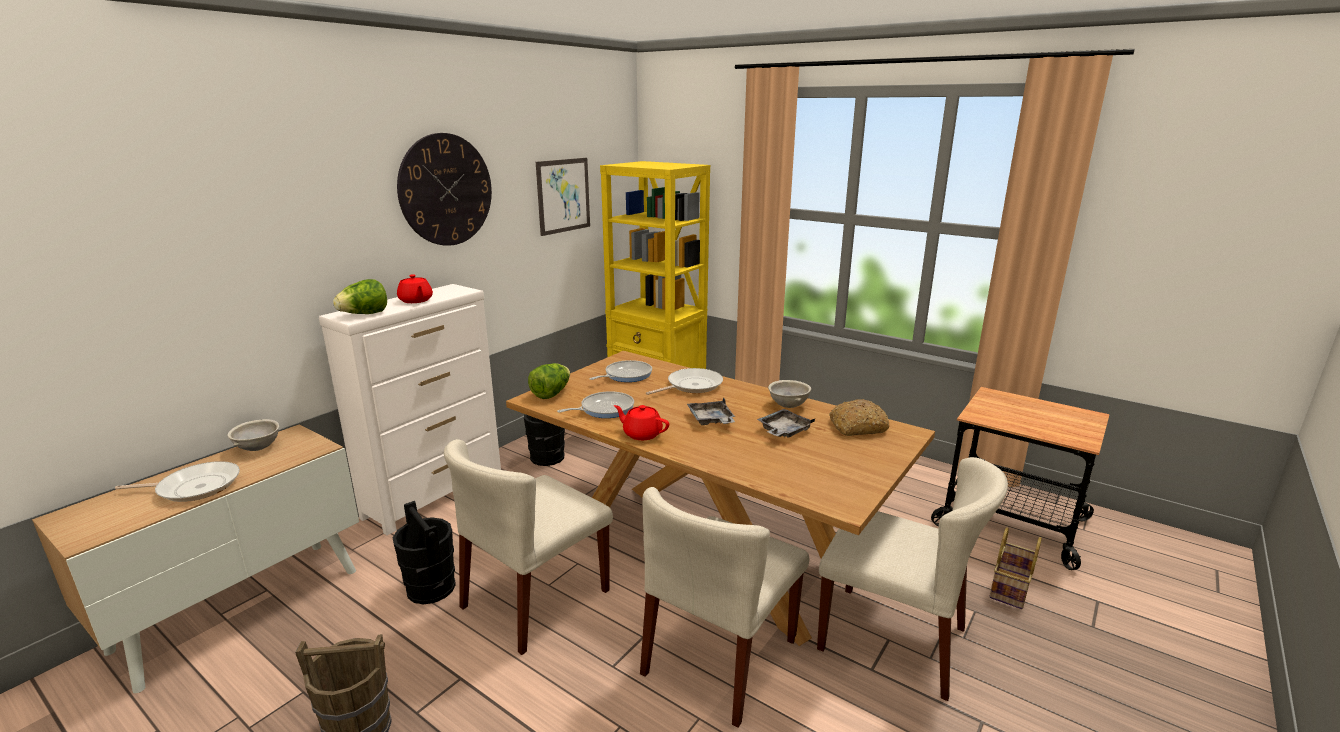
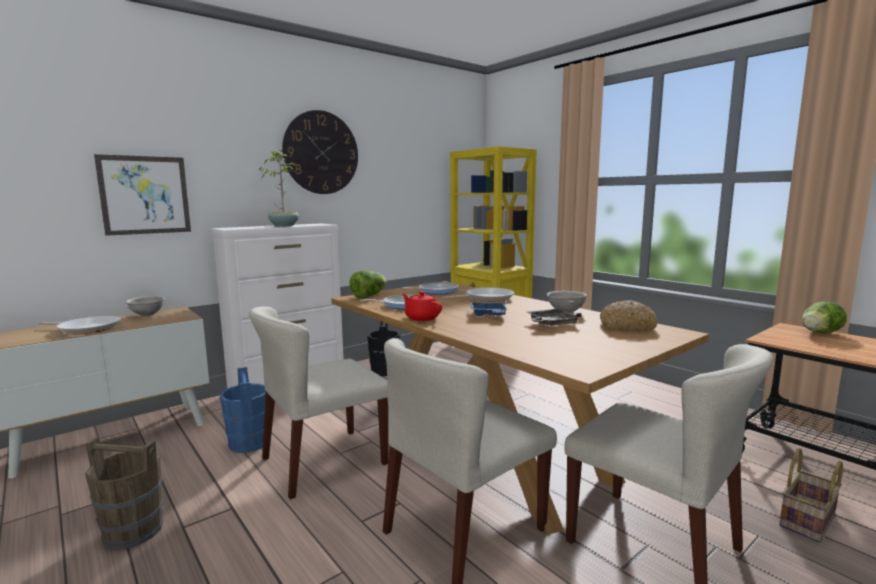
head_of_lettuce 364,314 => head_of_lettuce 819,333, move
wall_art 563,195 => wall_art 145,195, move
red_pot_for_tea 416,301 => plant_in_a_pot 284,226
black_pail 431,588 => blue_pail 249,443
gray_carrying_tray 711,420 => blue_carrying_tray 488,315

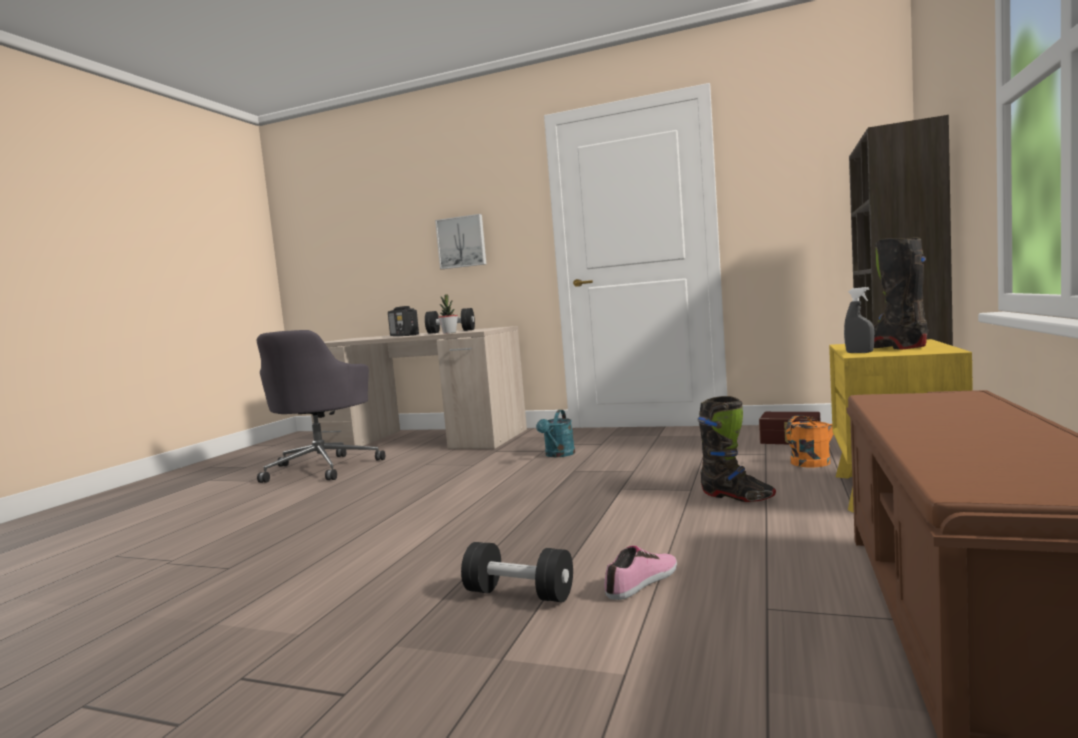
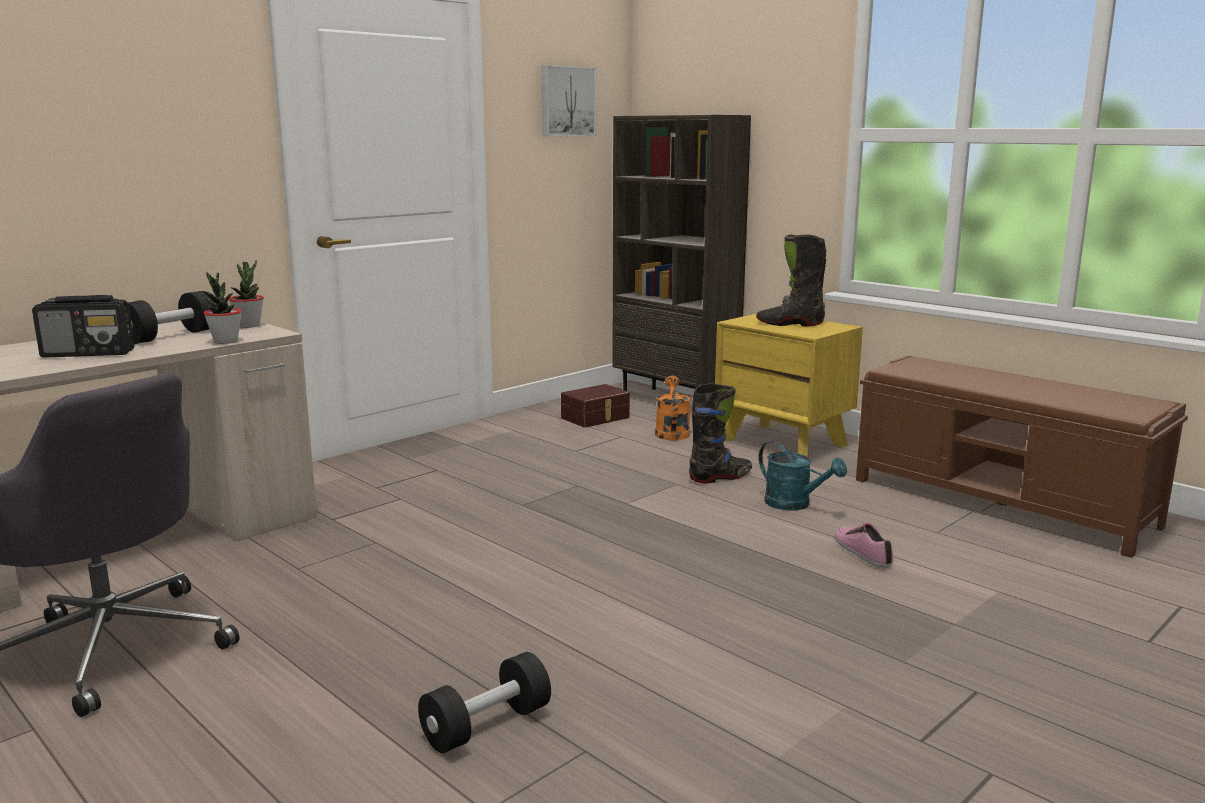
gray_sprayer 859,352 => nothing
nothing => plant_in_a_pot 249,326
wall_art 462,242 => wall_art 566,101, move
black_free_weight 519,594 => black_free_weight 486,726, move
blue-green_watering_pot 558,455 => blue-green_watering_pot 795,504, move

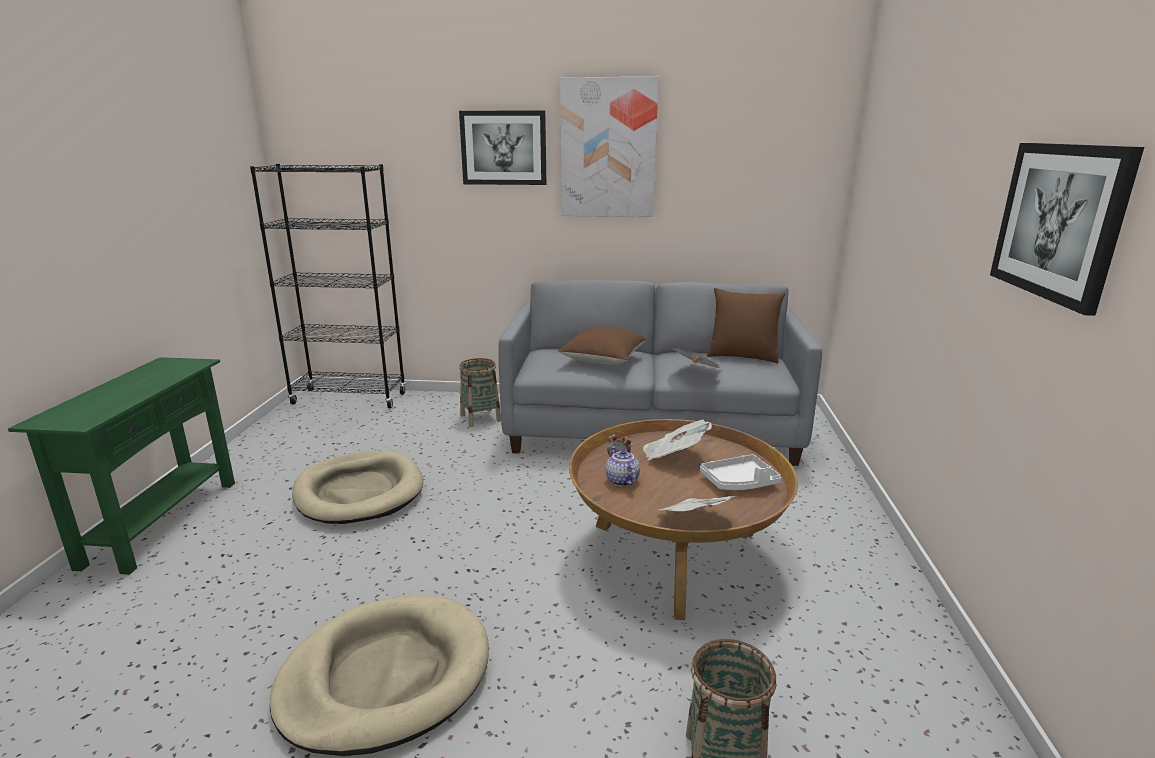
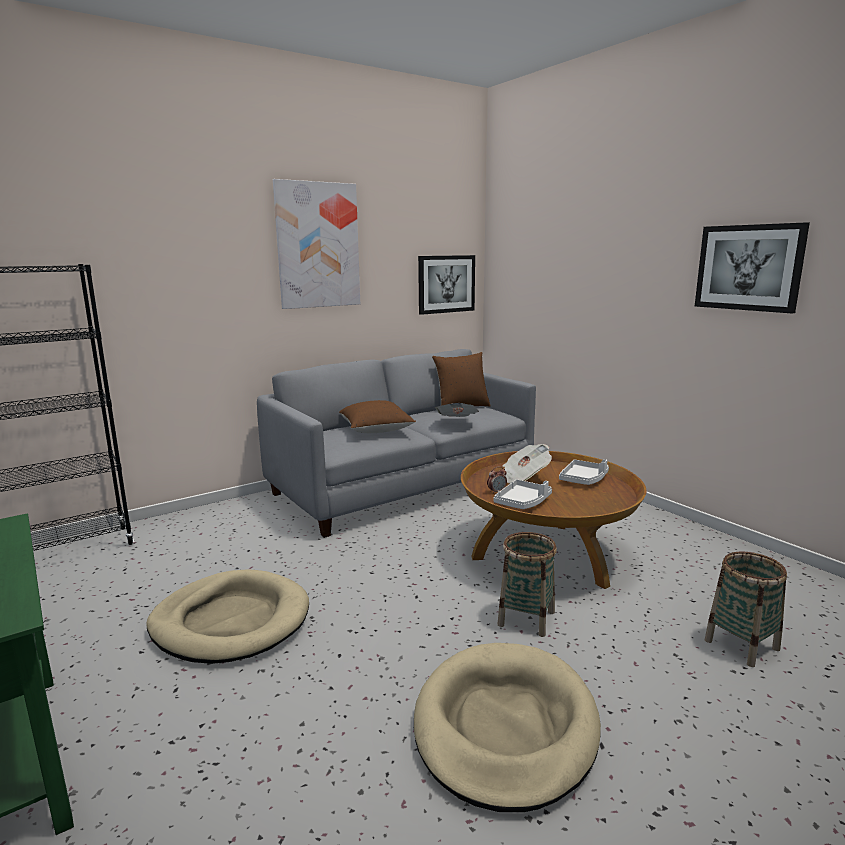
daily_paper 695,521 => nothing
wall_art 503,148 => wall_art 446,284, move
basket 480,418 => basket 526,618, move
pot_for_tea 621,480 => white_carrying_tray 523,502

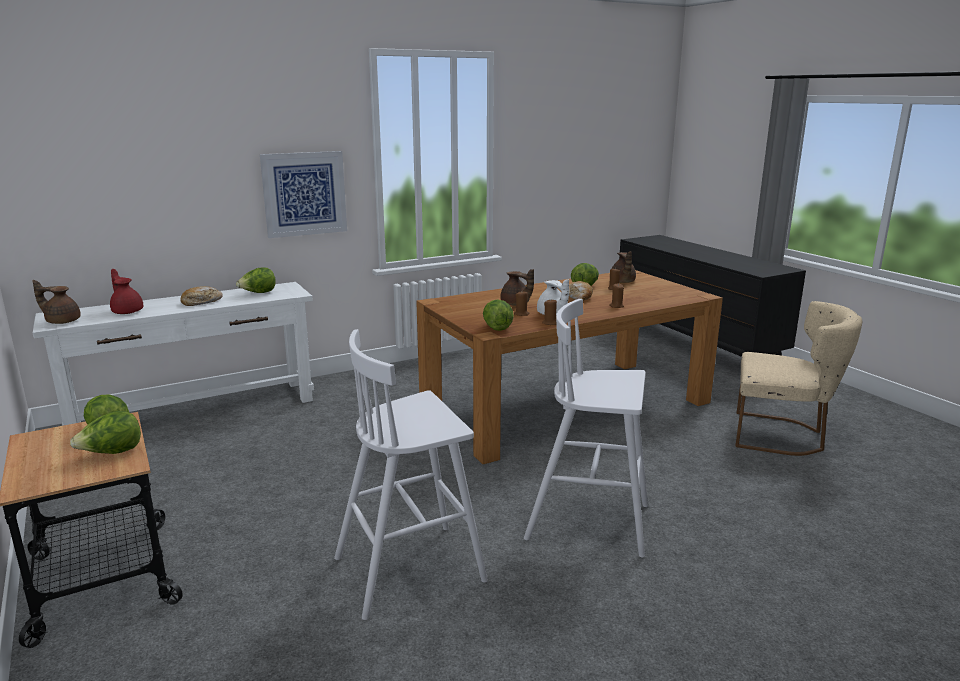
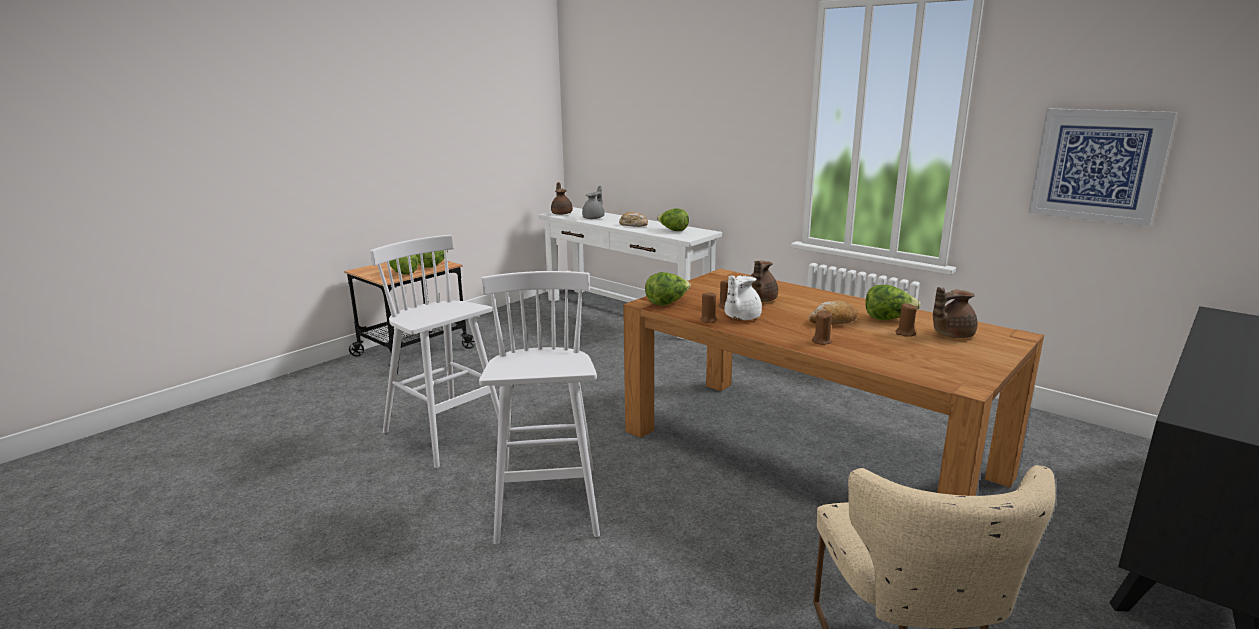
wall_art 304,194 => wall_art 1098,165, move
red_pot_for_tea 127,311 => gray_pot_for_tea 594,218

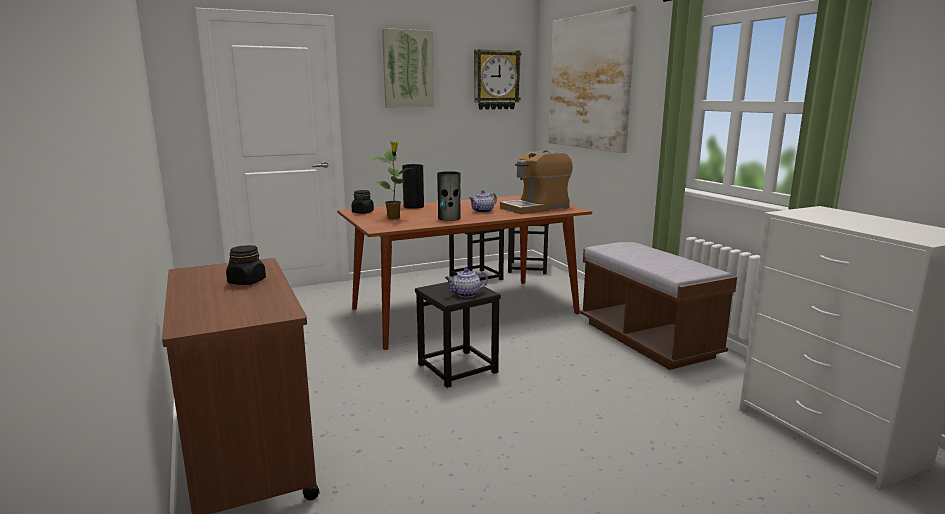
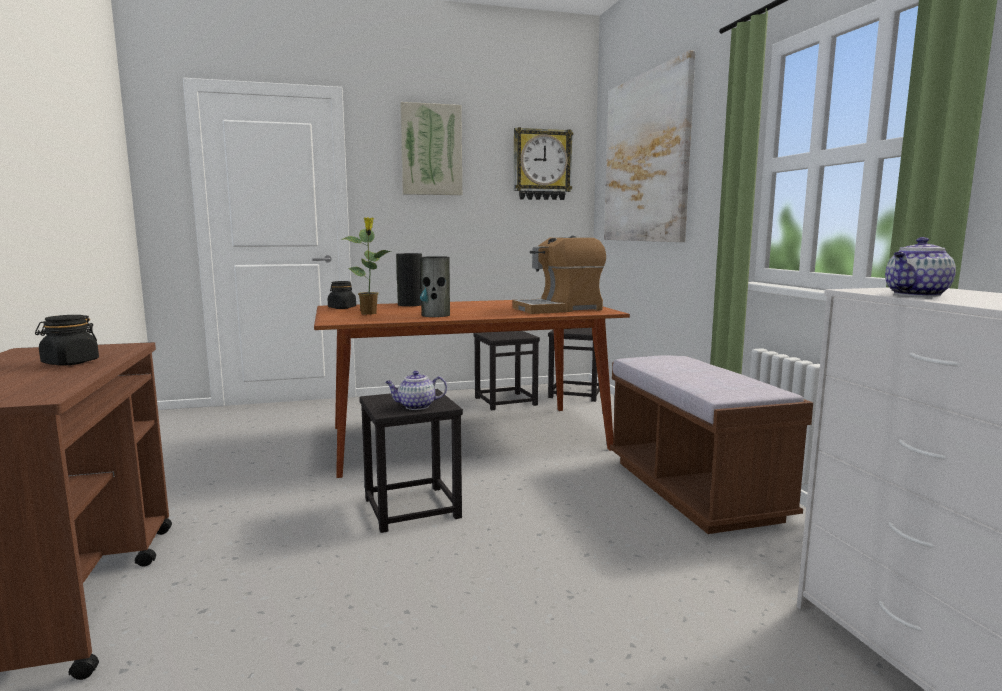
pot_for_tea 482,211 => pot_for_tea 916,295, move

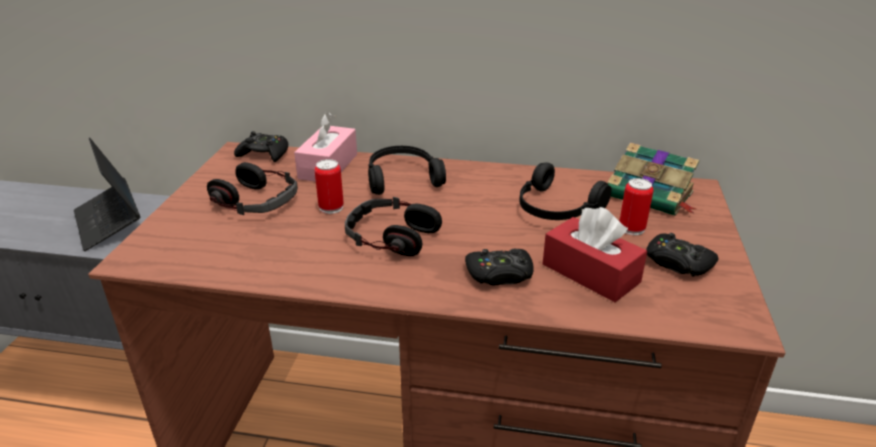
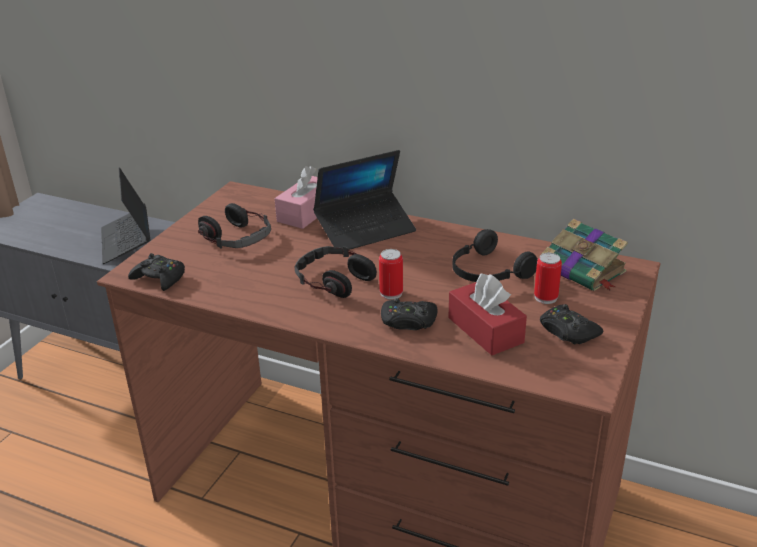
black_joypad 264,154 => black_joypad 159,278, move
sealed_can 331,207 => sealed_can 391,293, move
black_headphones 402,178 => portable_computer 365,230

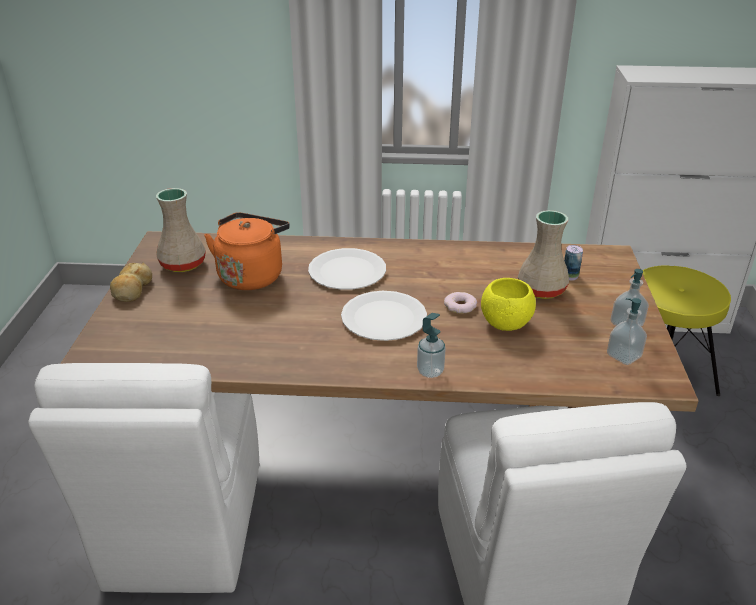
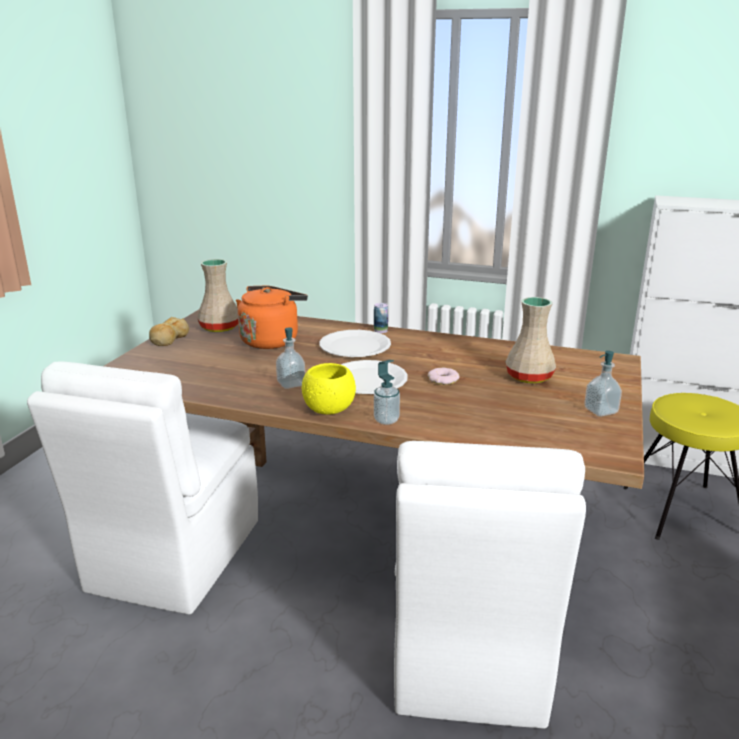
yellow_serving_bowl 506,323 => yellow_serving_bowl 329,409, move
sealed_can 570,276 => sealed_can 380,330, move
soap_dispenser 623,356 => soap_dispenser 291,384, move

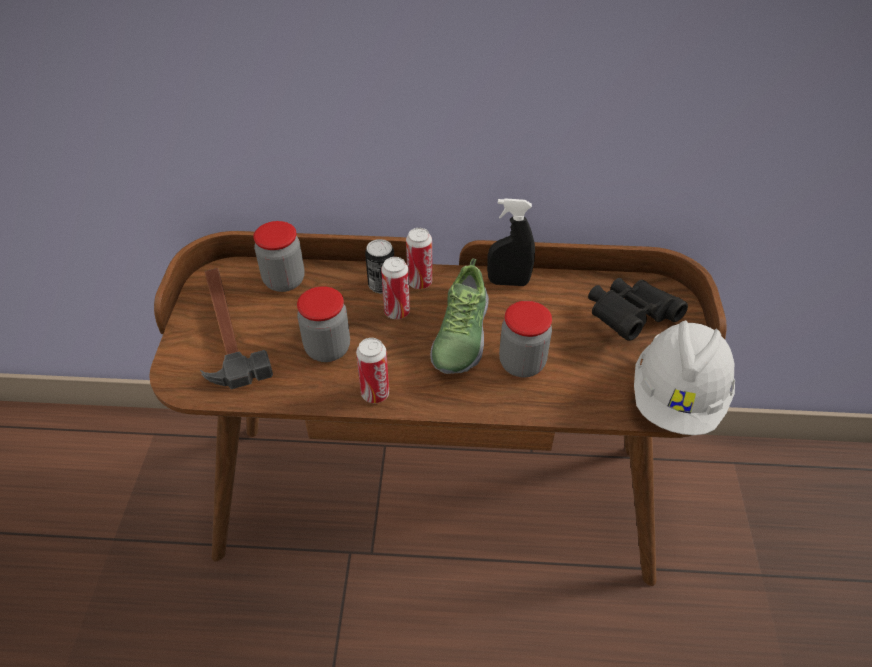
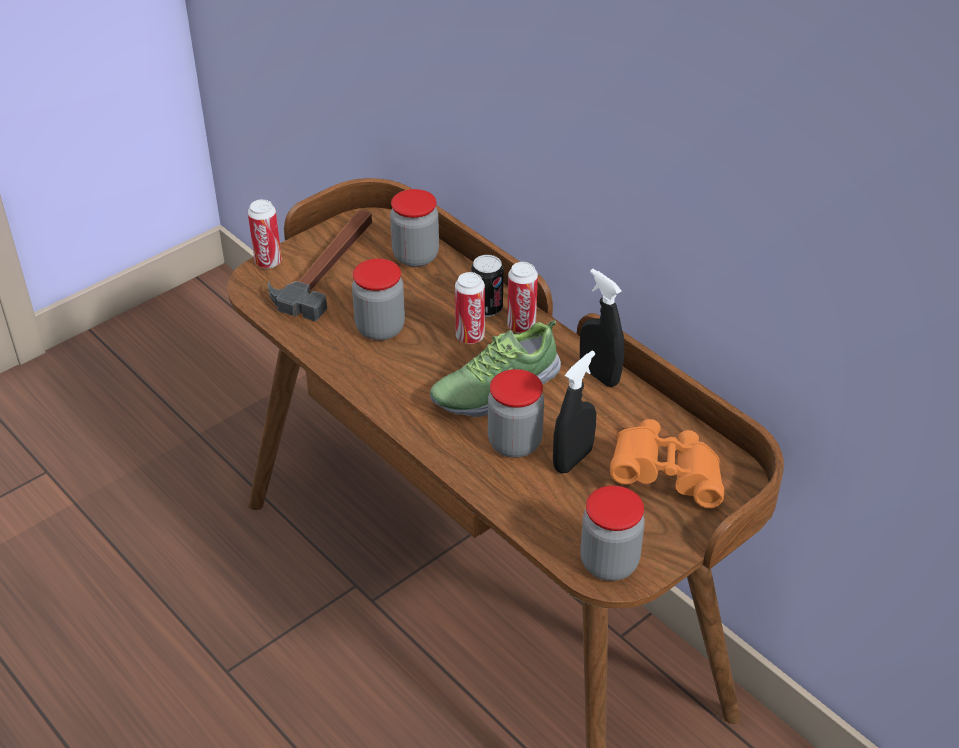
nothing => black_sprayer 572,459
sealed_can 375,394 => sealed_can 268,262, move
white_work_helmet 677,398 => jar 609,563
black_field_glasses 629,318 => orange_field_glasses 666,477

